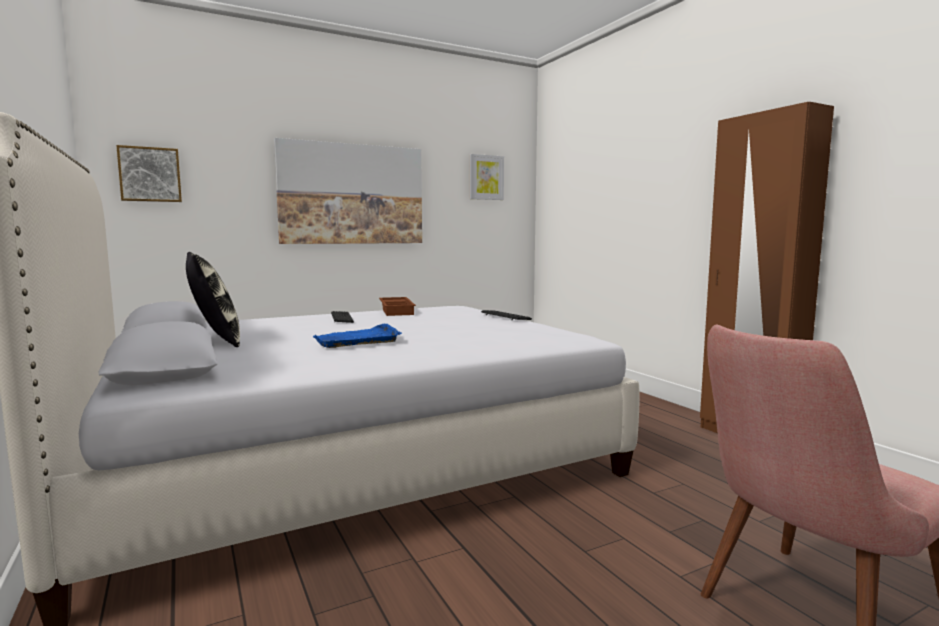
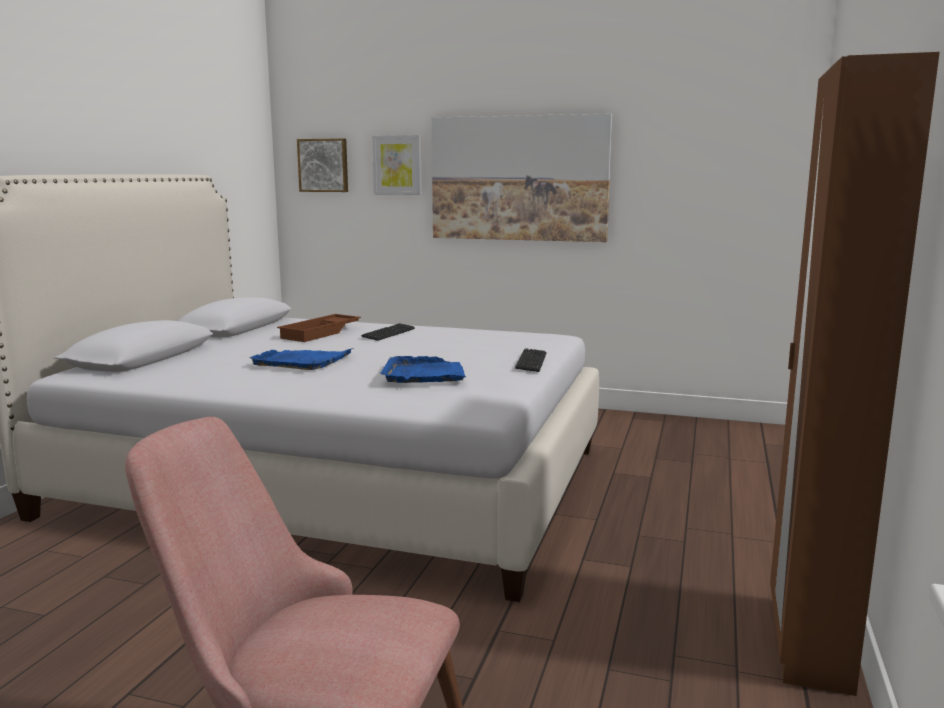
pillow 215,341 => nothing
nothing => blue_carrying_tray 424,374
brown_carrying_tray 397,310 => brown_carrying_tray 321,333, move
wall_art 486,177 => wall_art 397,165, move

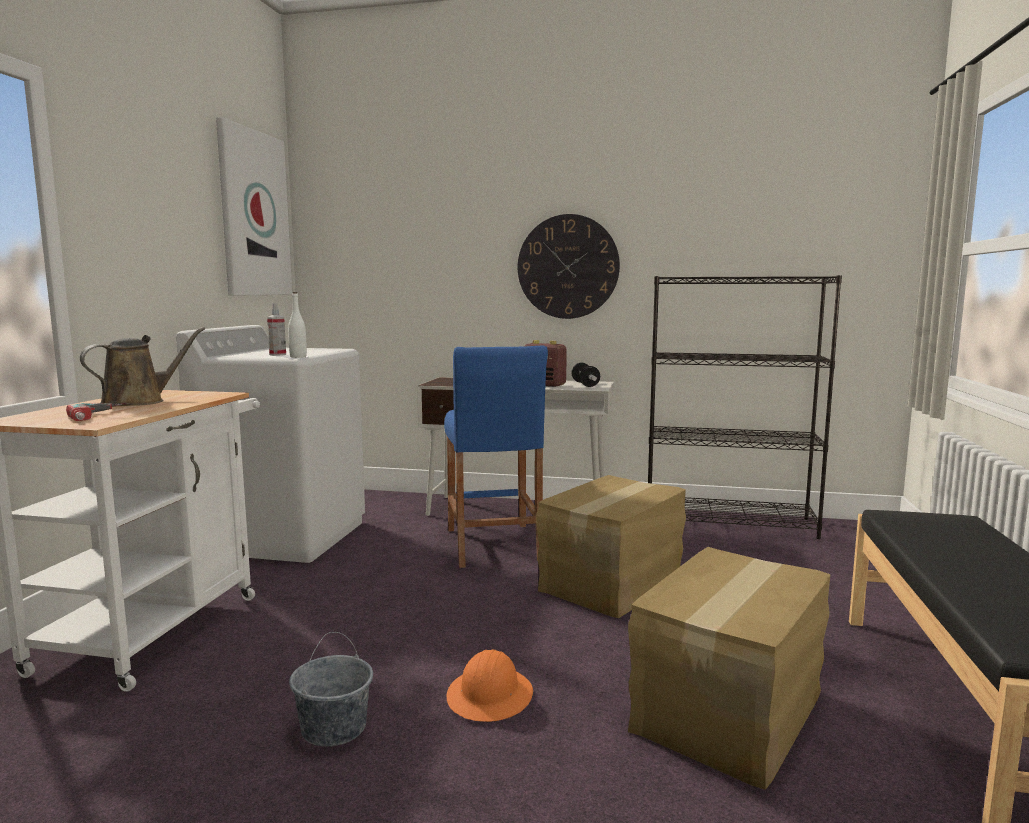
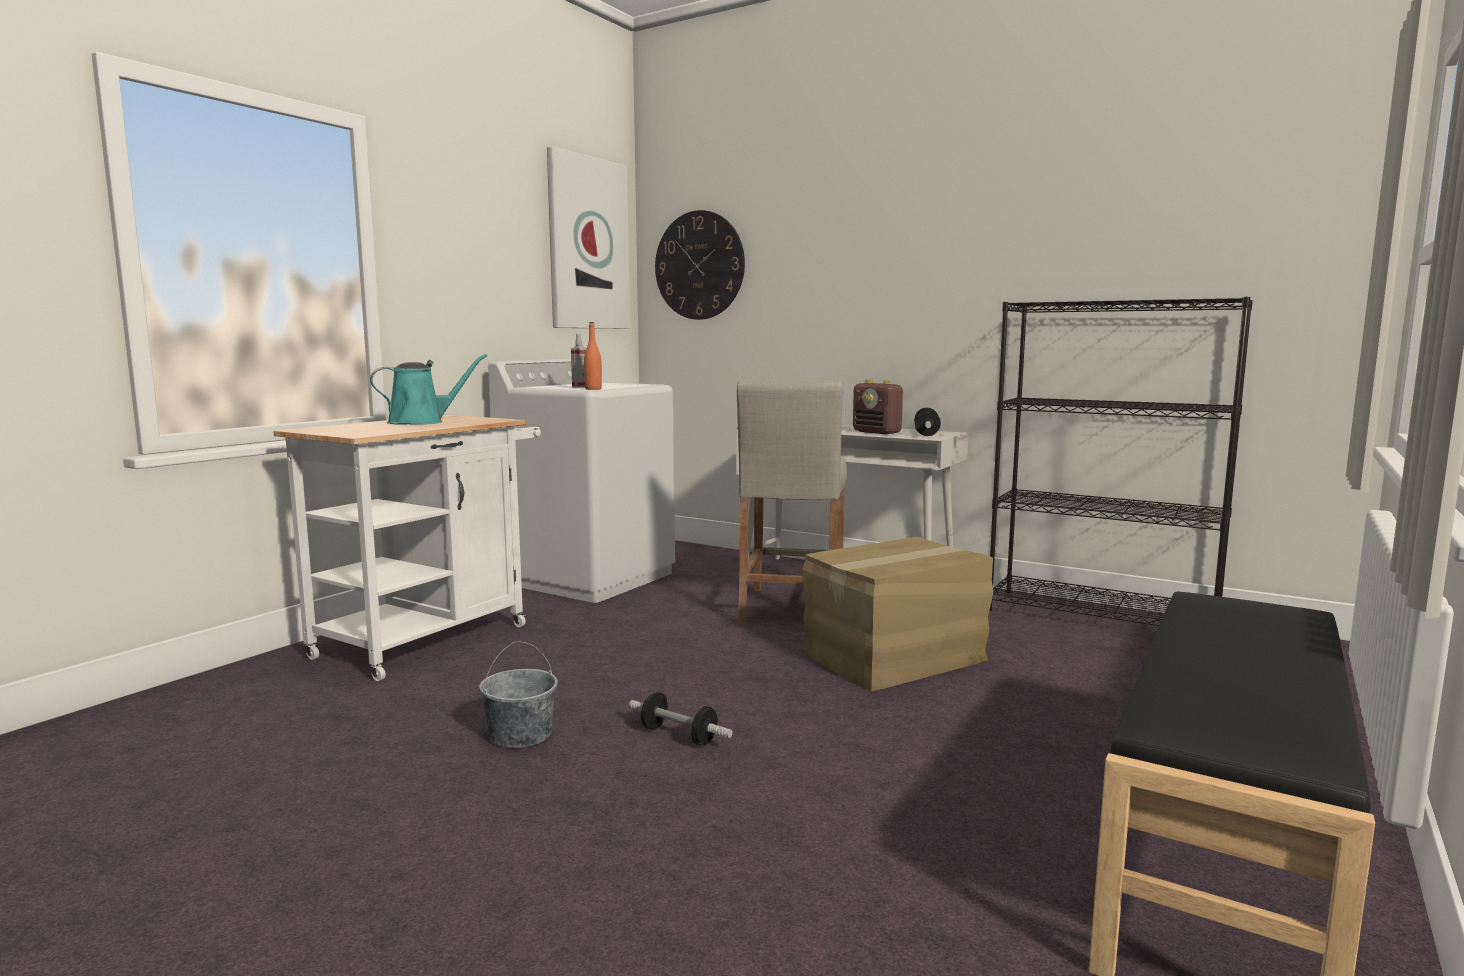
drill 102,415 => nothing
packing_box 731,711 => nothing
hanging_clock 568,267 => hanging_clock 699,265, move
orange_work_helmet 490,696 => free_weight 679,736
brown_watering_pot 139,401 => blue-green_watering_pot 422,422
white_bottle 298,357 => orange_bottle 593,389
blue_sitting_stool 493,545 => beige_sitting_stool 791,608

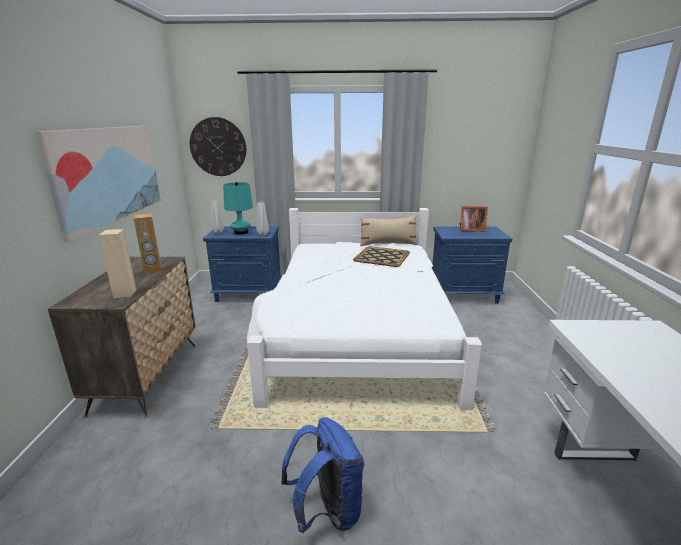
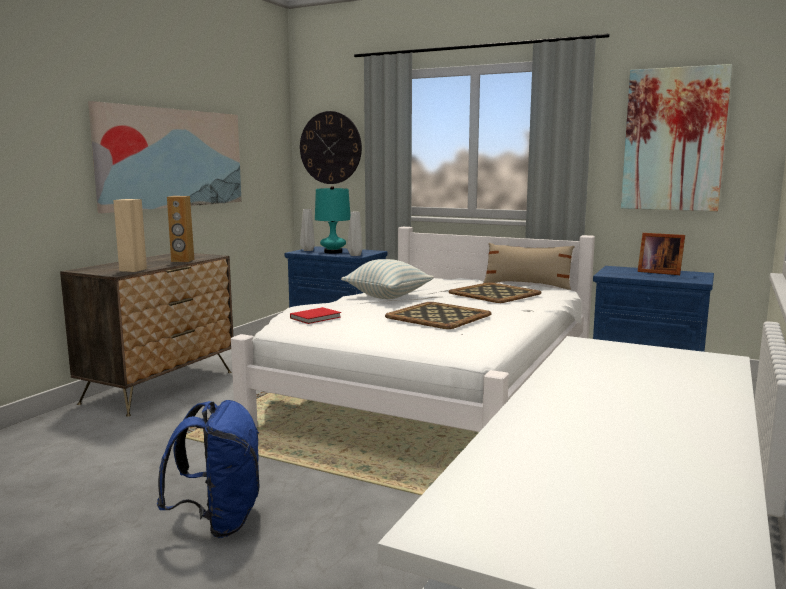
nothing => red_book 317,317
nothing => pillow 387,297
nothing => carrying_tray 439,316
nothing => wall_art 674,140

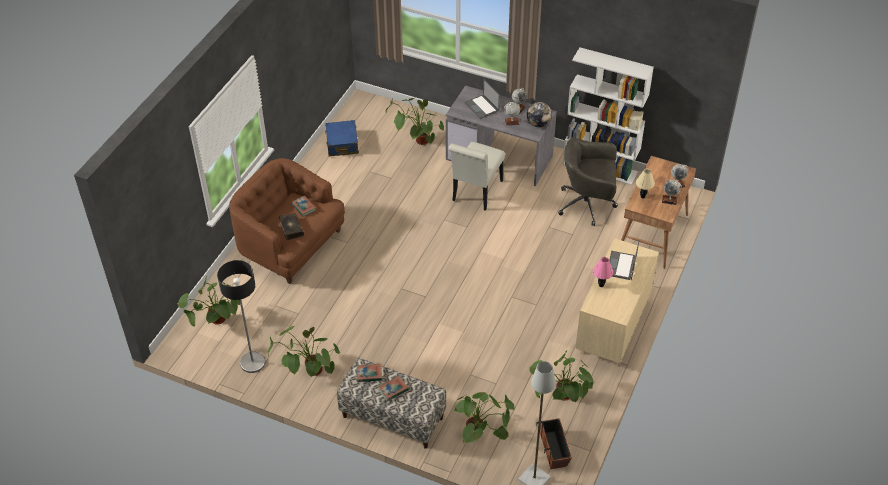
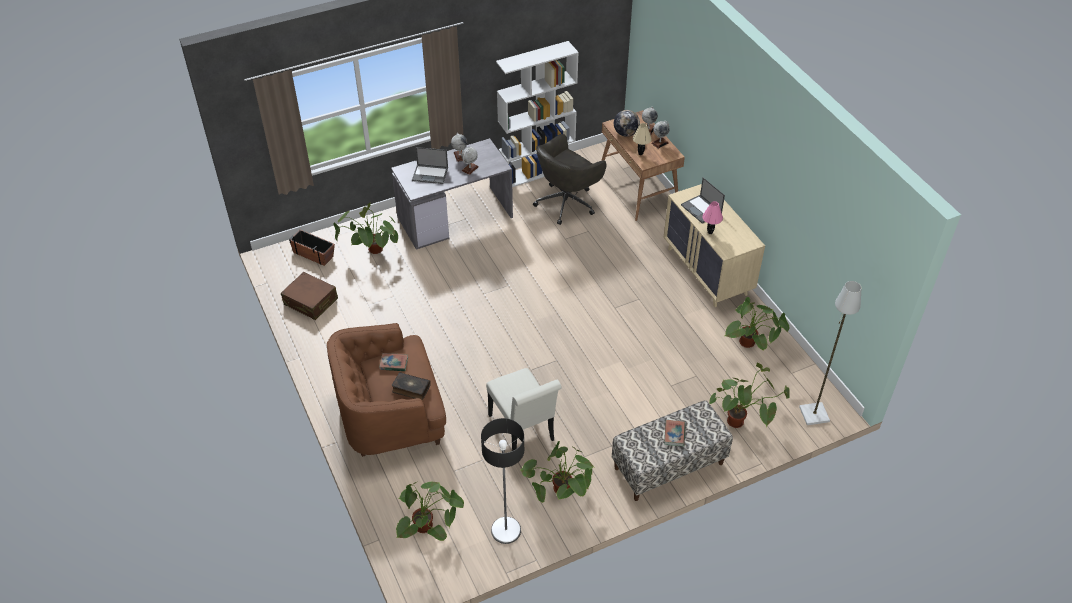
book 369,374 => nothing
white_chair 476,193 => white_chair 523,431, move
globe 538,124 => globe 625,133, move
planter 554,449 => planter 313,254, move
blue_piece_of_luggage 342,144 => brown_piece_of_luggage 311,302

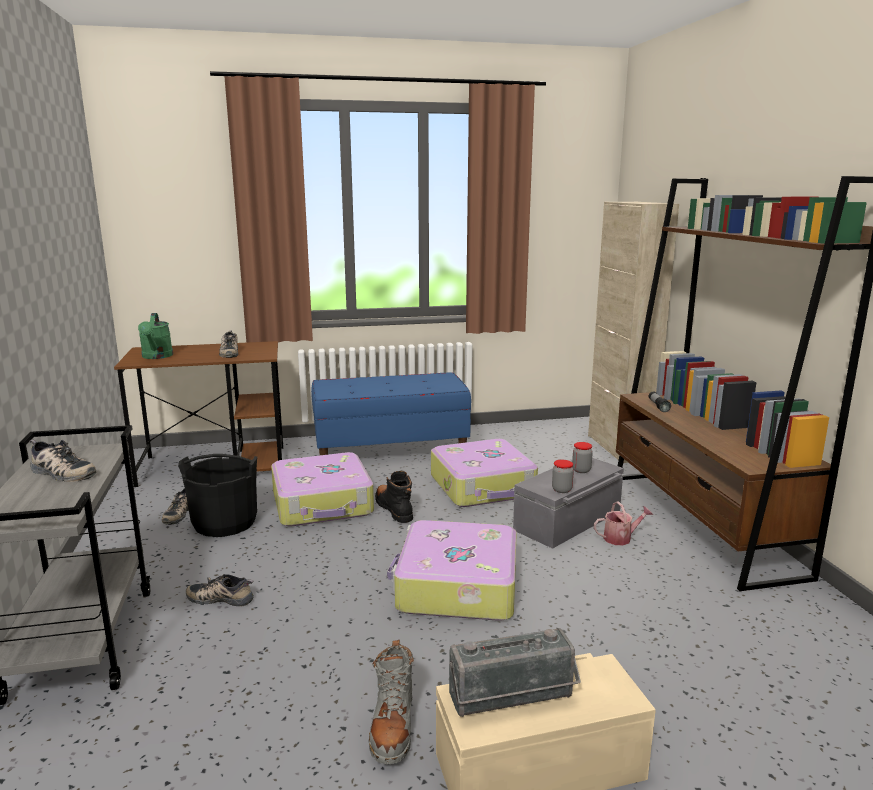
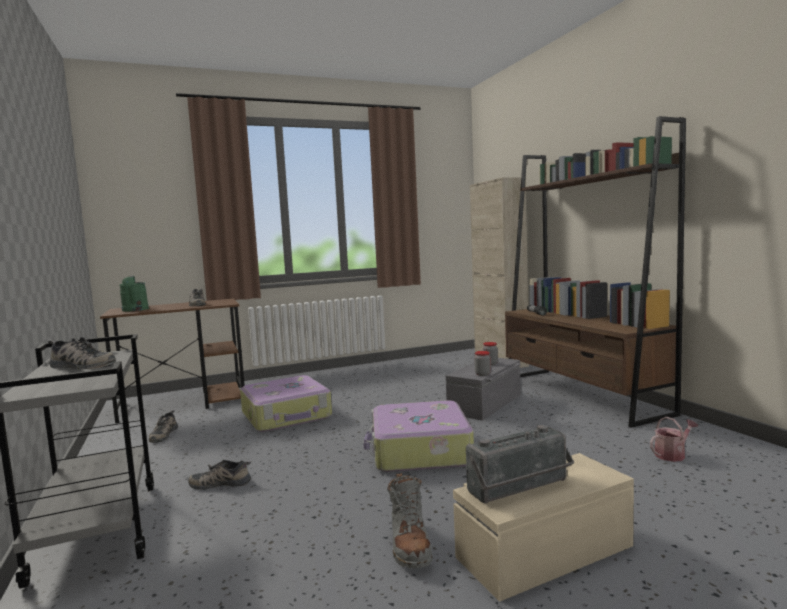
black_pail 225,522 => nothing
blue_bench 390,451 => nothing
black_high-top_boot 394,509 => nothing
piece_of_luggage 483,486 => nothing
watering_pot 621,538 => watering_pot 672,454, move

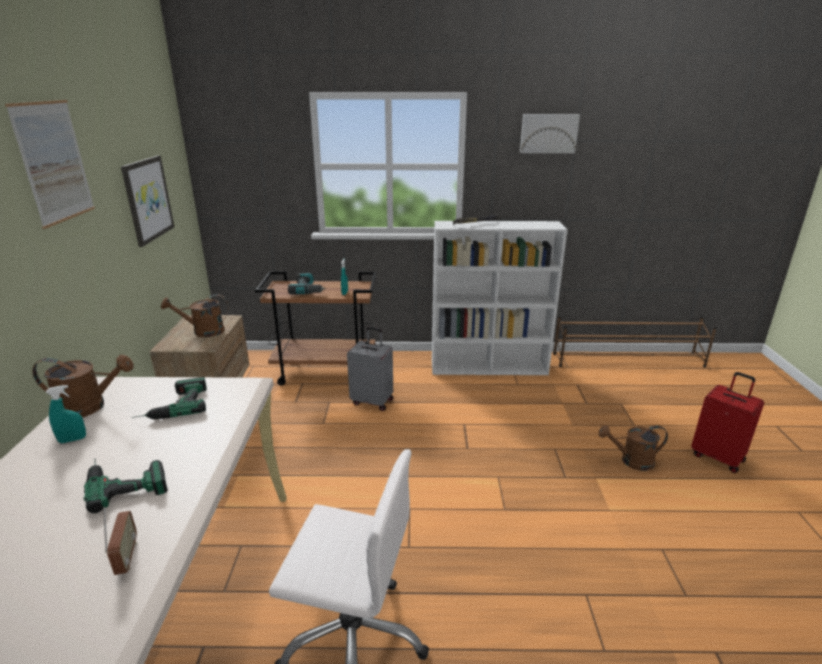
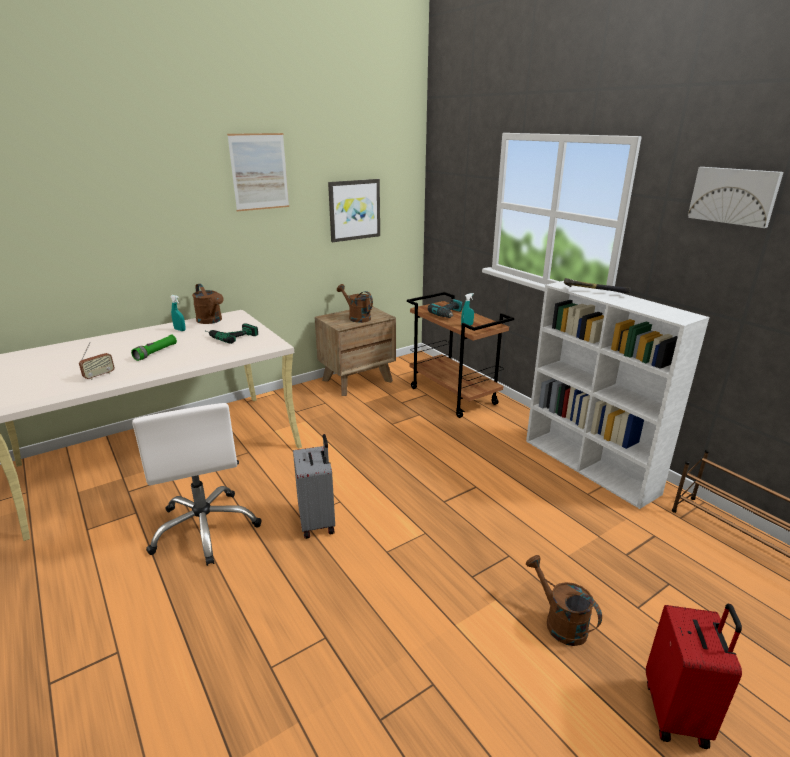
gray_piece_of_luggage 373,401 => gray_piece_of_luggage 318,522, move
drill 126,479 => green_torch 156,352

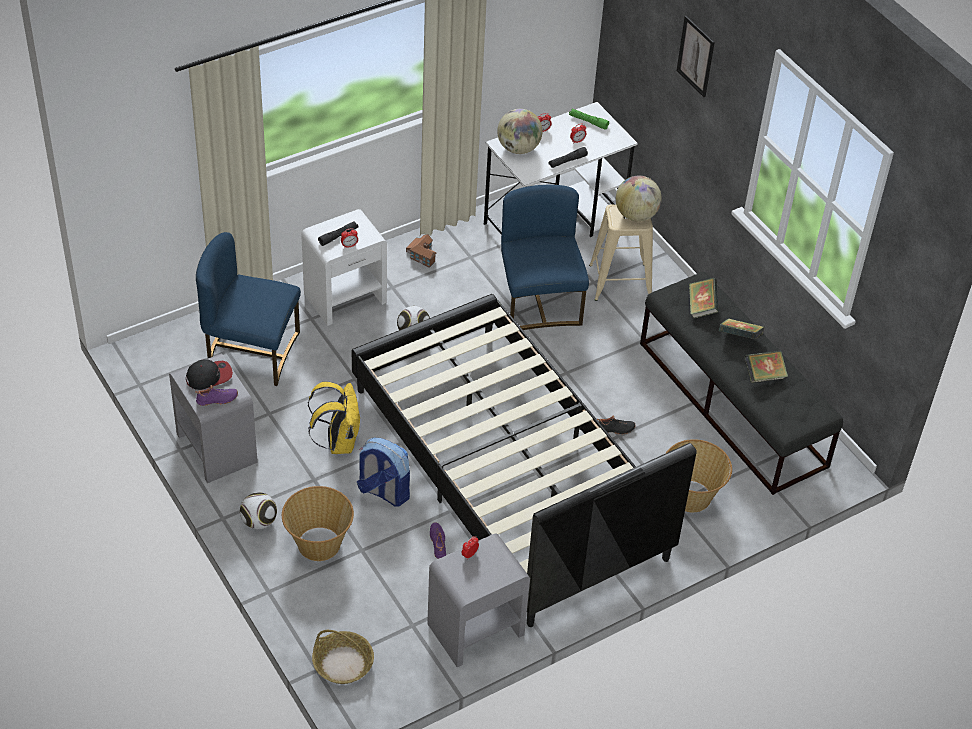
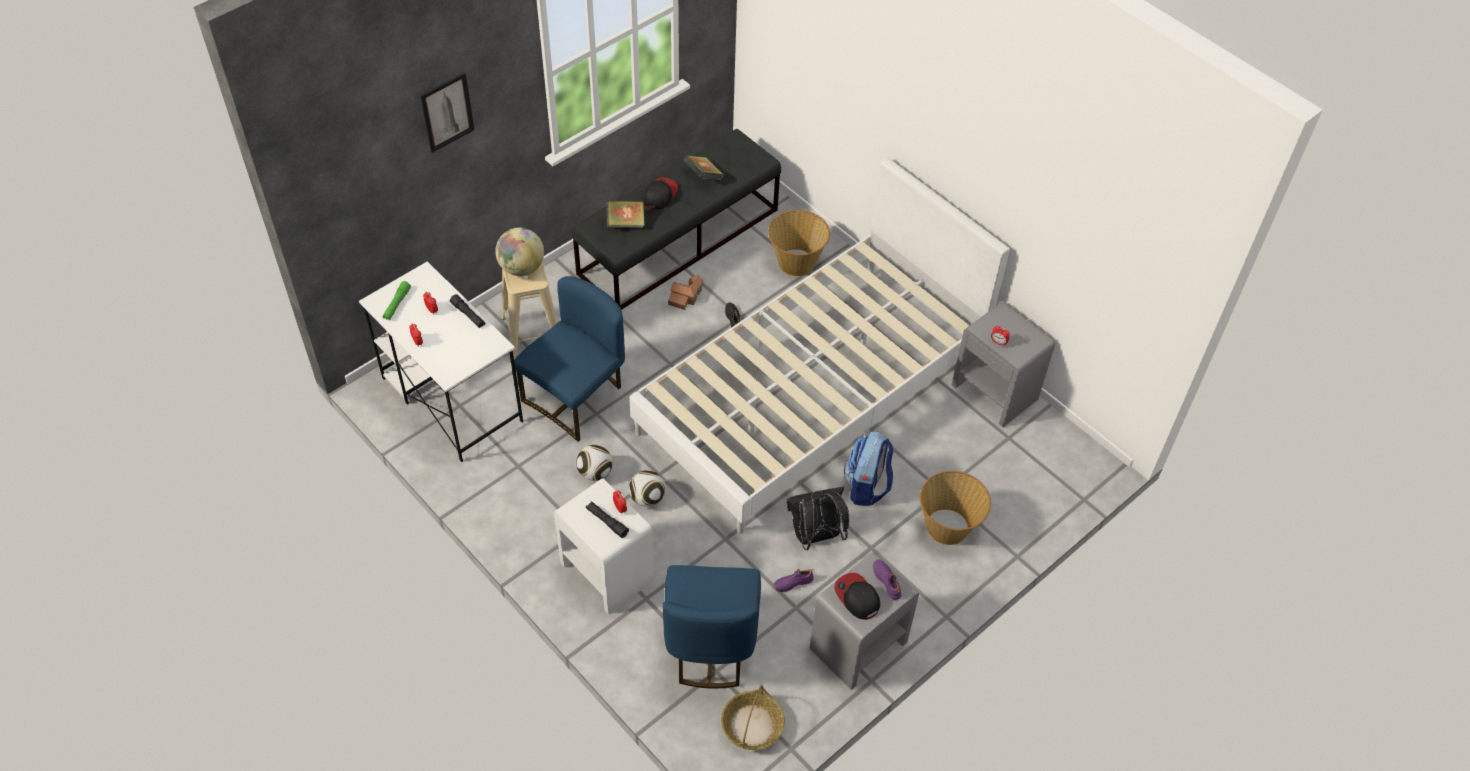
globe 518,148 => nothing
ball_for_football 259,522 => ball_for_football 595,473, move
basket 342,664 => basket 752,726, move
miniature_house 422,255 => miniature_house 685,297, move
purple-coloured_shoe 438,543 => purple-coloured_shoe 792,582, move
book 739,338 => peaked_cap 660,195
yellow_backpack 338,442 => black_backpack 815,536
black_sleeping_bed 507,473 => white_sleeping_bed 811,393
blue_chair 539,302 => blue_chair 576,397, 150 degrees clockwise

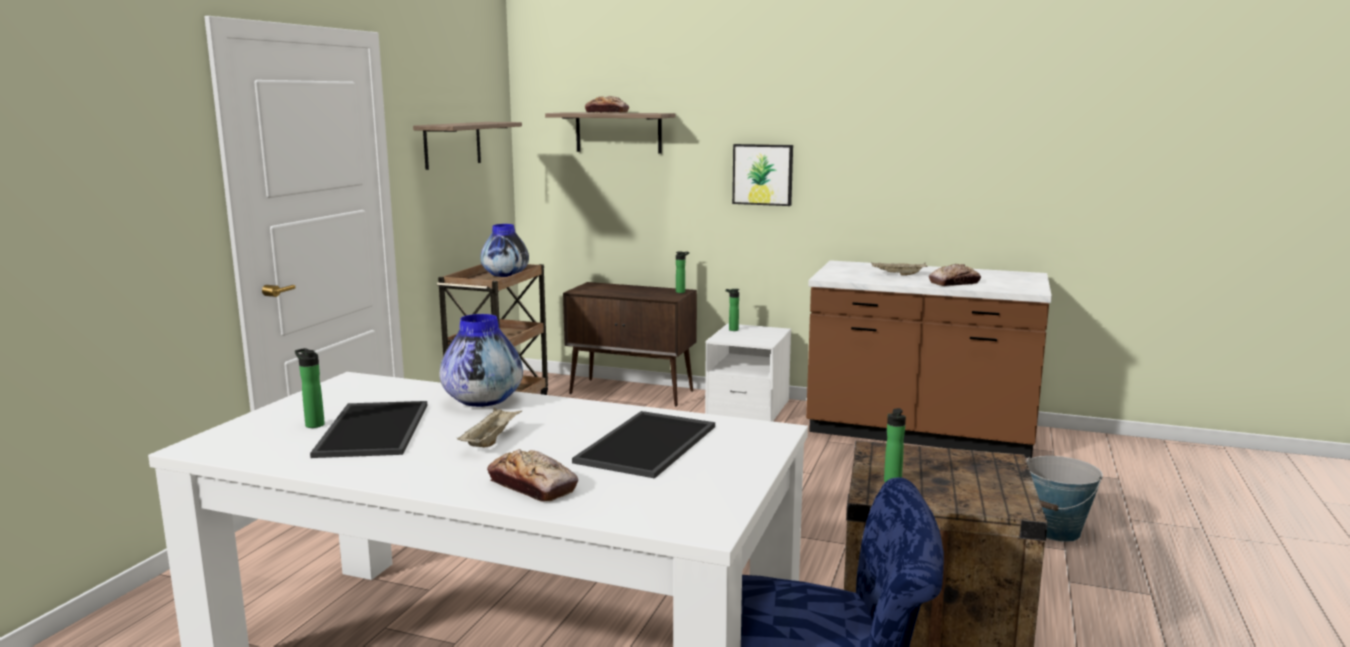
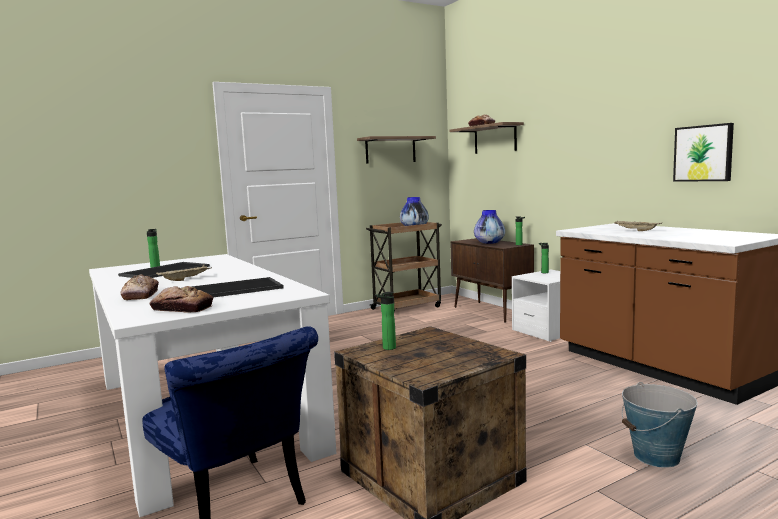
flower_vase 483,401 => flower_vase 489,243, move
wall_art 763,174 => wall_art 703,153, move
bread 954,283 => bread 182,308, move

